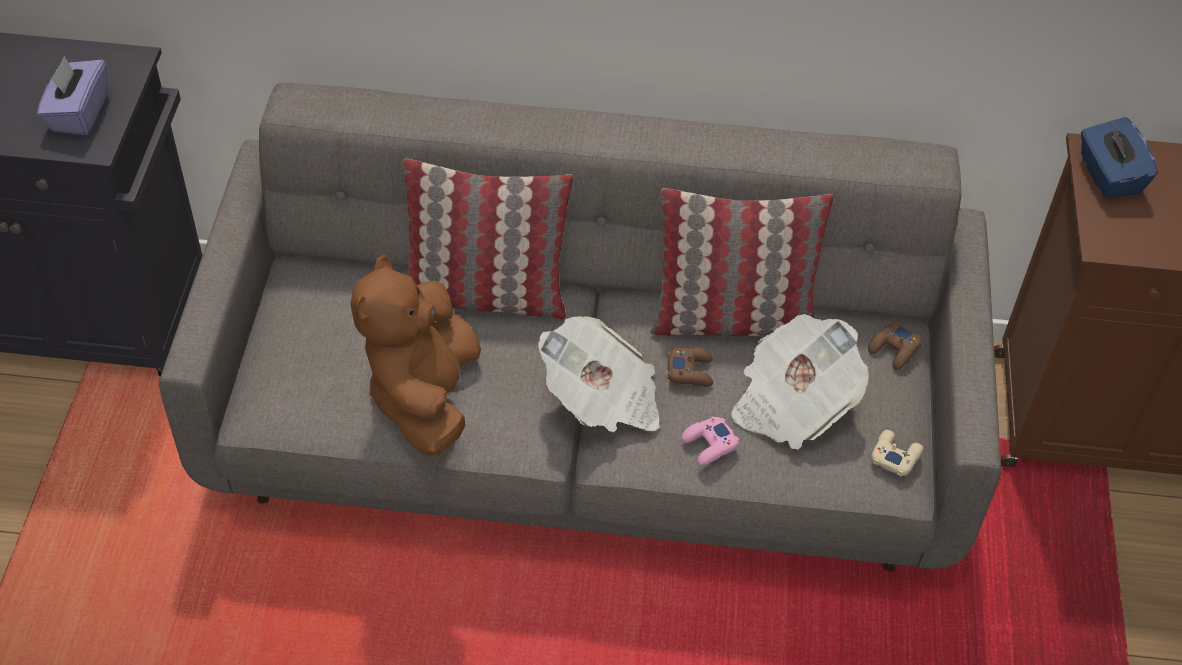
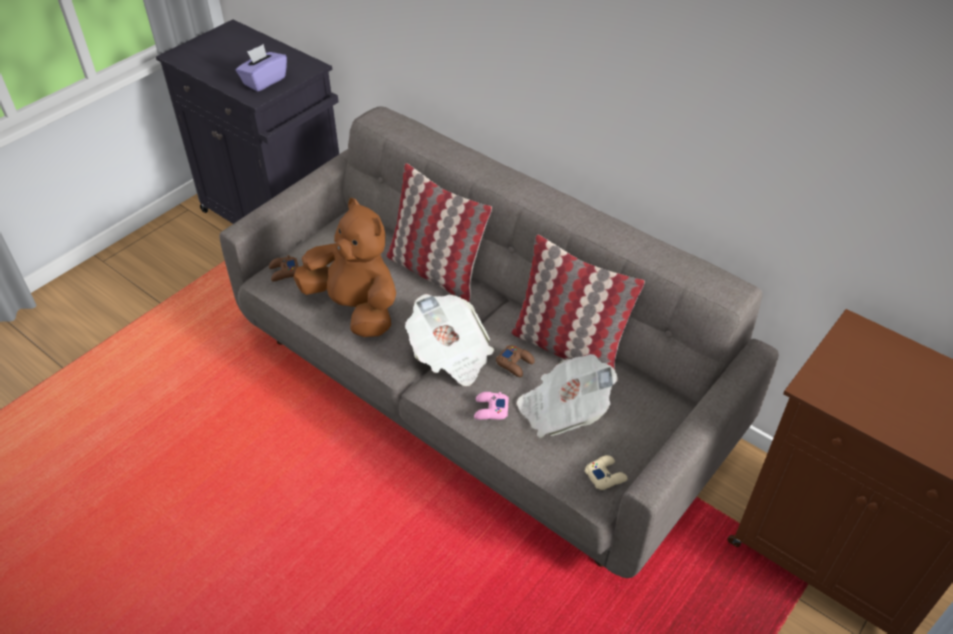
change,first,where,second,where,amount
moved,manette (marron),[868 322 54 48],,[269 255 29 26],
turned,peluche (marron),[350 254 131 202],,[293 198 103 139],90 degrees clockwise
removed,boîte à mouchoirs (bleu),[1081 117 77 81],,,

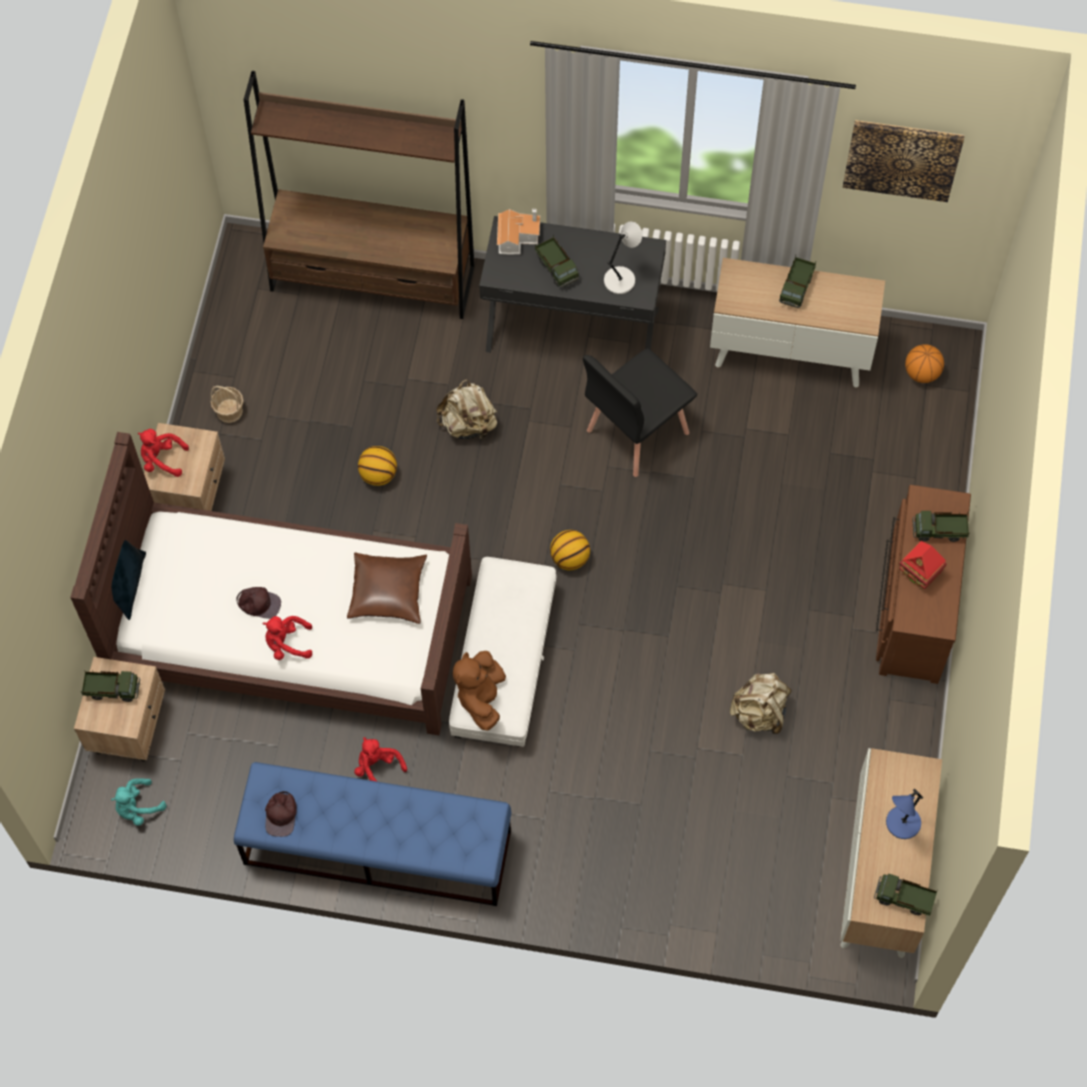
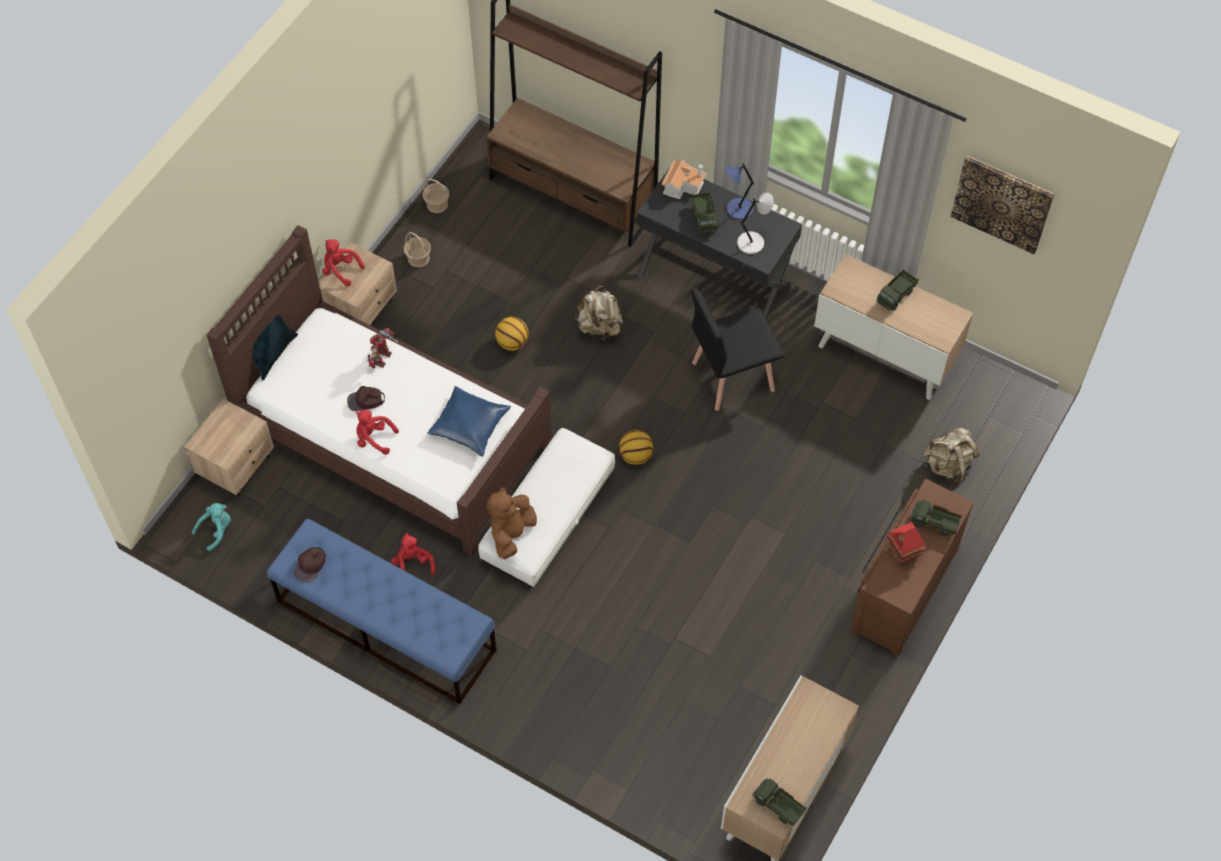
change,first,where,second,where,amount
turned,peluche (turquoise),[111 778 55 48],,[192 503 39 48],150 degrees clockwise
turned,casquette (marron),[236 587 45 32],,[347 386 38 25],135 degrees clockwise
added,,,robot jouet,[367 328 32 40],
added,,,panier,[423 178 26 35],
recoloured,coussin (marron),[347 553 80 71],coussin (bleu),[428 386 83 71],
moved,lampe de table (bleu),[886 788 38 51],,[725 163 29 57],
moved,sac à dos (beige),[730 673 62 61],,[923 428 56 56],
removed,camion jouet,[81 670 59 32],,,
removed,ballon de basket,[905 344 39 39],,,

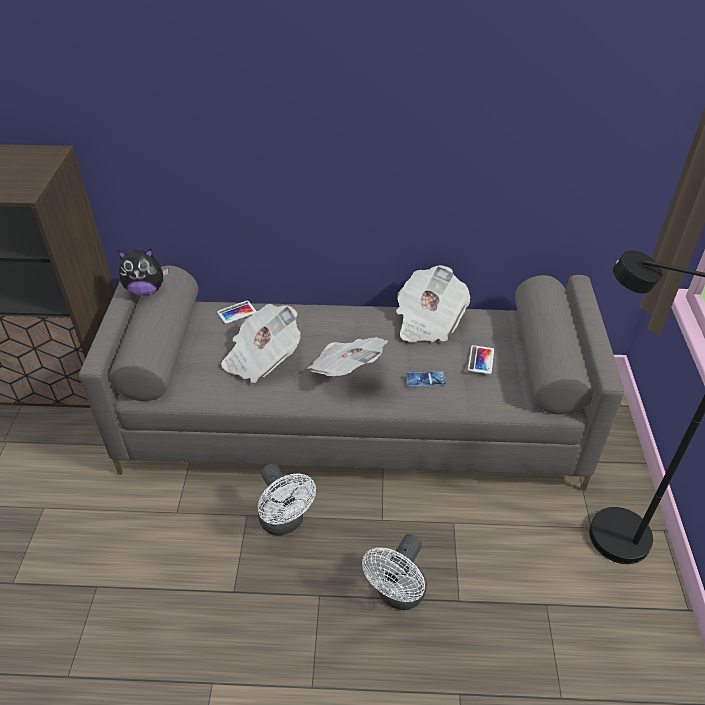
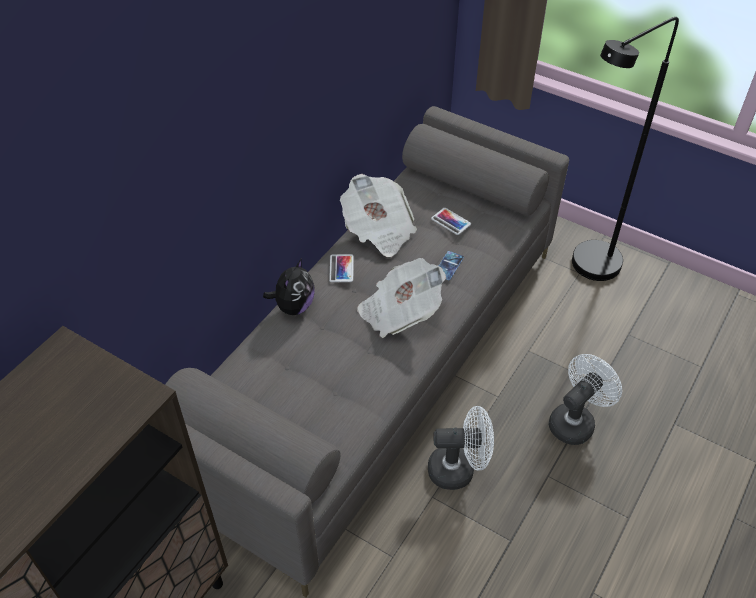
change,first,where,second,where,amount
moved,peluche,[118 249 50 47],,[263 258 52 57],
moved,téléphone,[217 301 40 23],,[329 254 25 28],
turned,ventilateur (blanc),[362 534 65 76],,[549 354 73 91],105 degrees counterclockwise
removed,journal,[221 304 80 79],,,

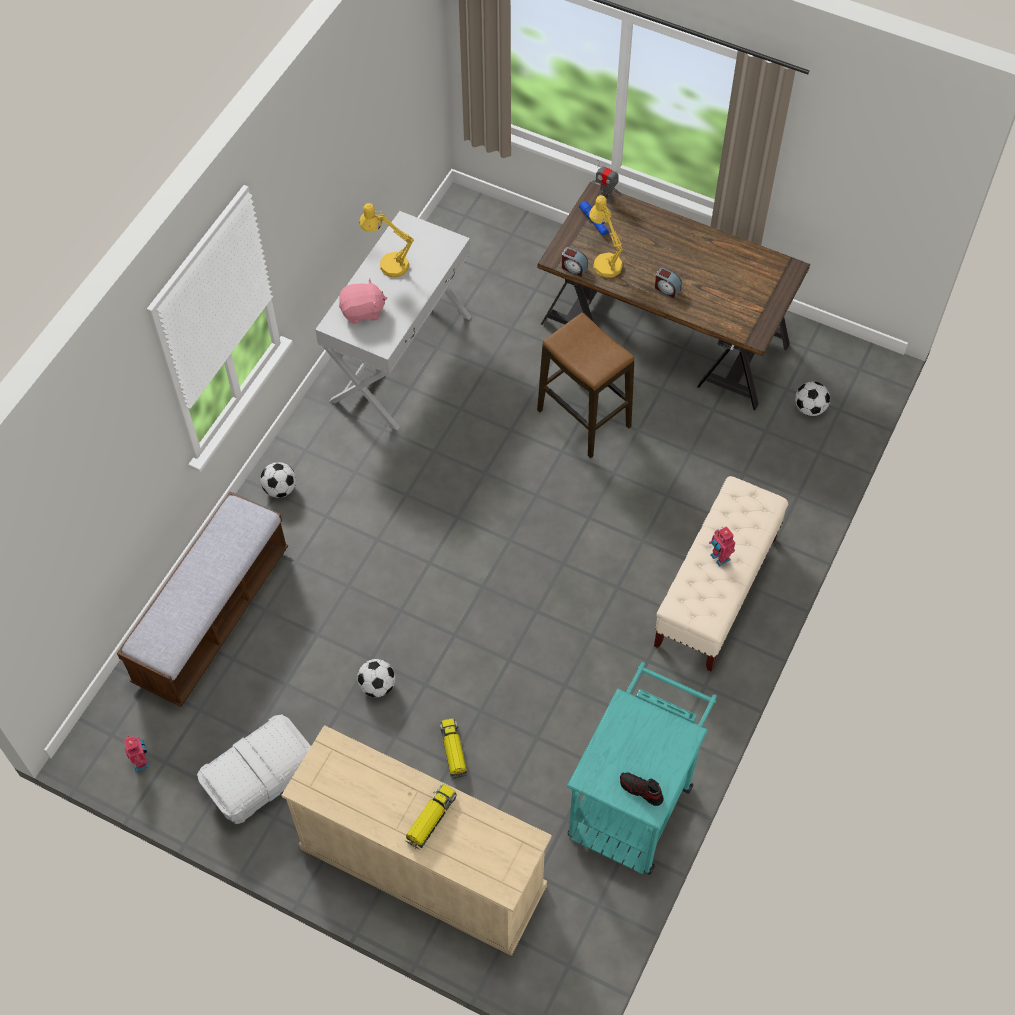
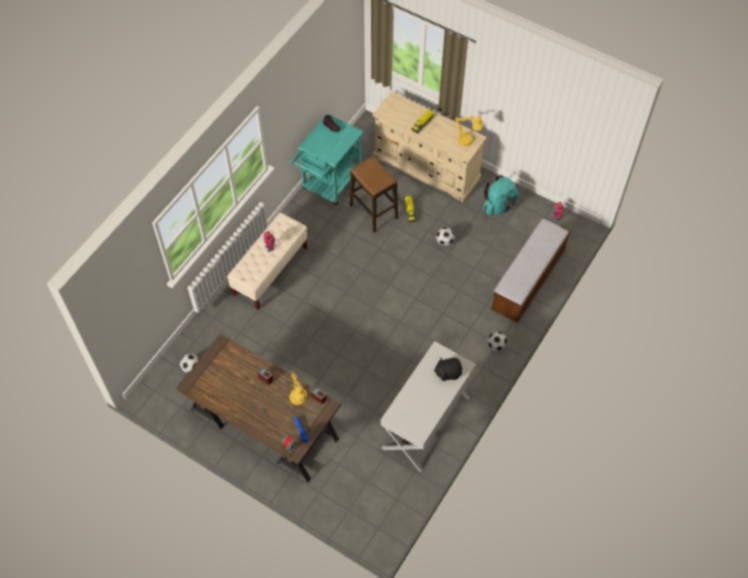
change,first,where,second,where,amount
moved,tabouret,[537 312 97 146],,[350 156 48 77],
recoloured,peluche (rose),[339 279 48 45],peluche (noir),[434 357 28 24],
moved,lampe de table (jaune),[359 203 55 74],,[455 115 29 31],
replaced,boîte de rangement (blanc),[197 714 114 110],sac à dos (turquoise),[483 175 36 40],

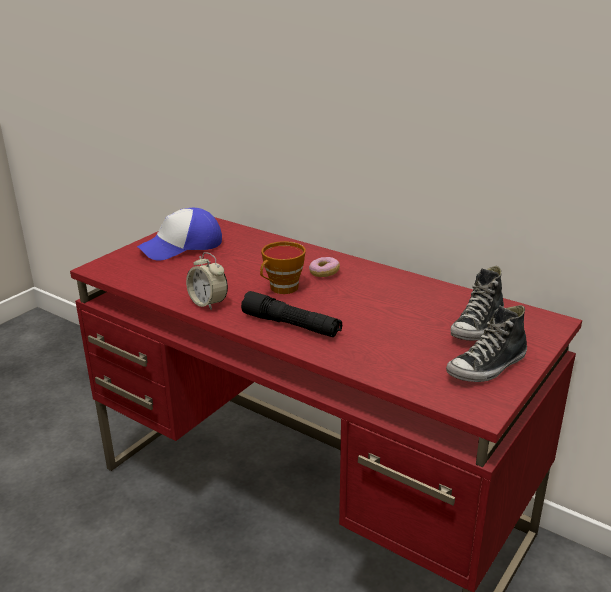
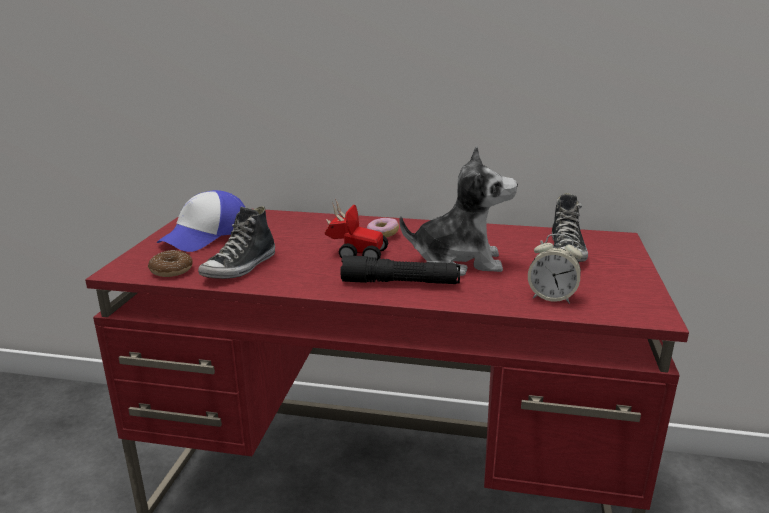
change,first,where,second,where,amount
added,,,beignet,[148 250 45 27],
moved,chaussure,[446 305 81 77],,[198 206 77 73],
replaced,tasse,[260 241 46 53],petite voiture,[325 199 63 61],
added,,,peluche,[399 146 119 130],
moved,réveil,[186 252 42 59],,[528 234 55 70],

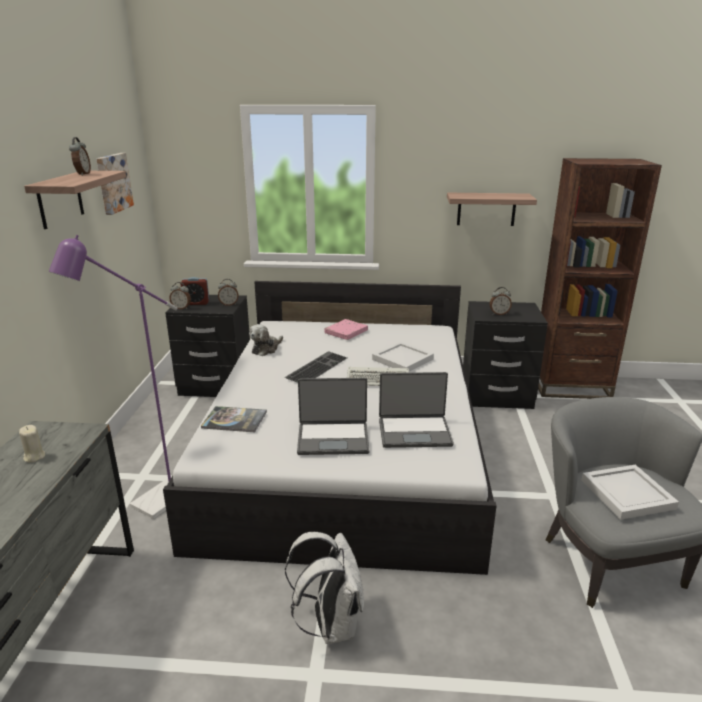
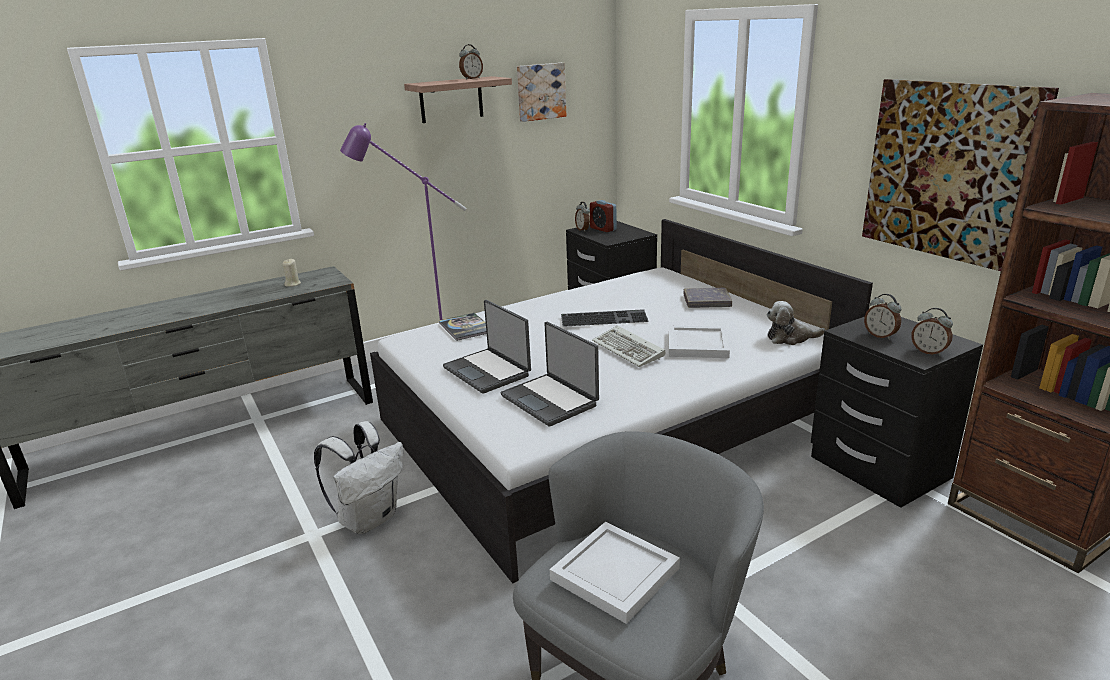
change,first,where,second,where,amount
recoloured,livre (rose),[324 319 44 21],livre (gris),[683 288 49 20],
moved,peluche,[249 324 34 32],,[767 301 58 44],
replaced,étagère,[447 193 90 33],tableau,[862 79 197 192],
moved,réveil,[218 279 20 27],,[911 308 42 48],

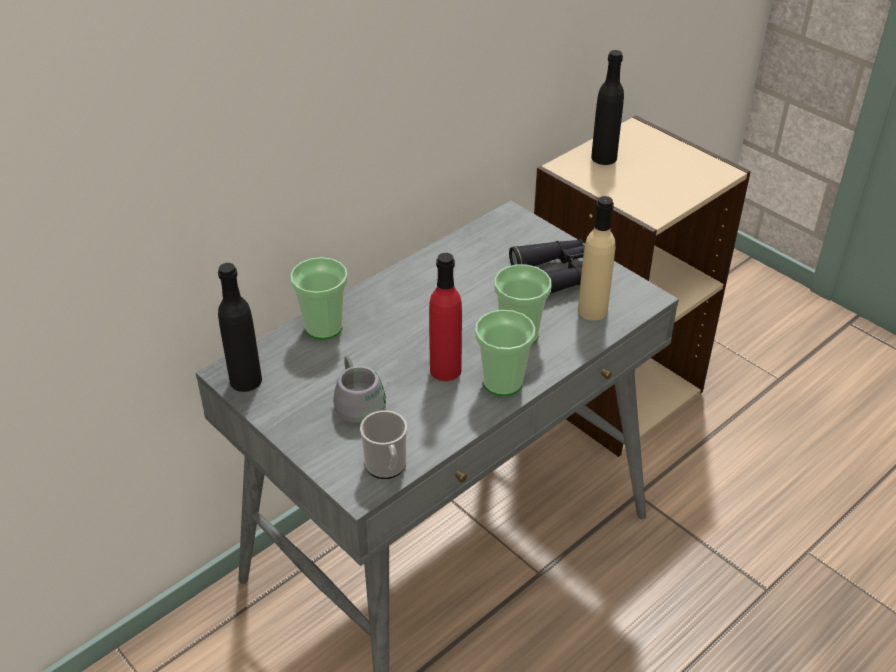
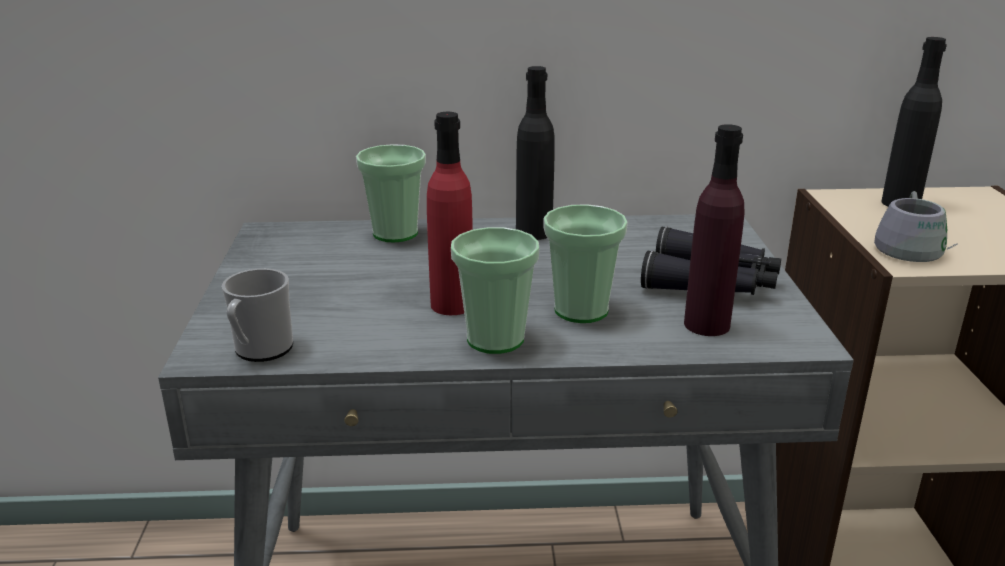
change,first,where,second,where,amount
moved,bouteille (noir),[218 263 44 129],,[516 66 39 174],
recoloured,bouteille (beige),[578 196 37 125],bouteille (violet),[684 124 61 212],
moved,mug (gris),[333 356 56 67],,[874 191 84 71],

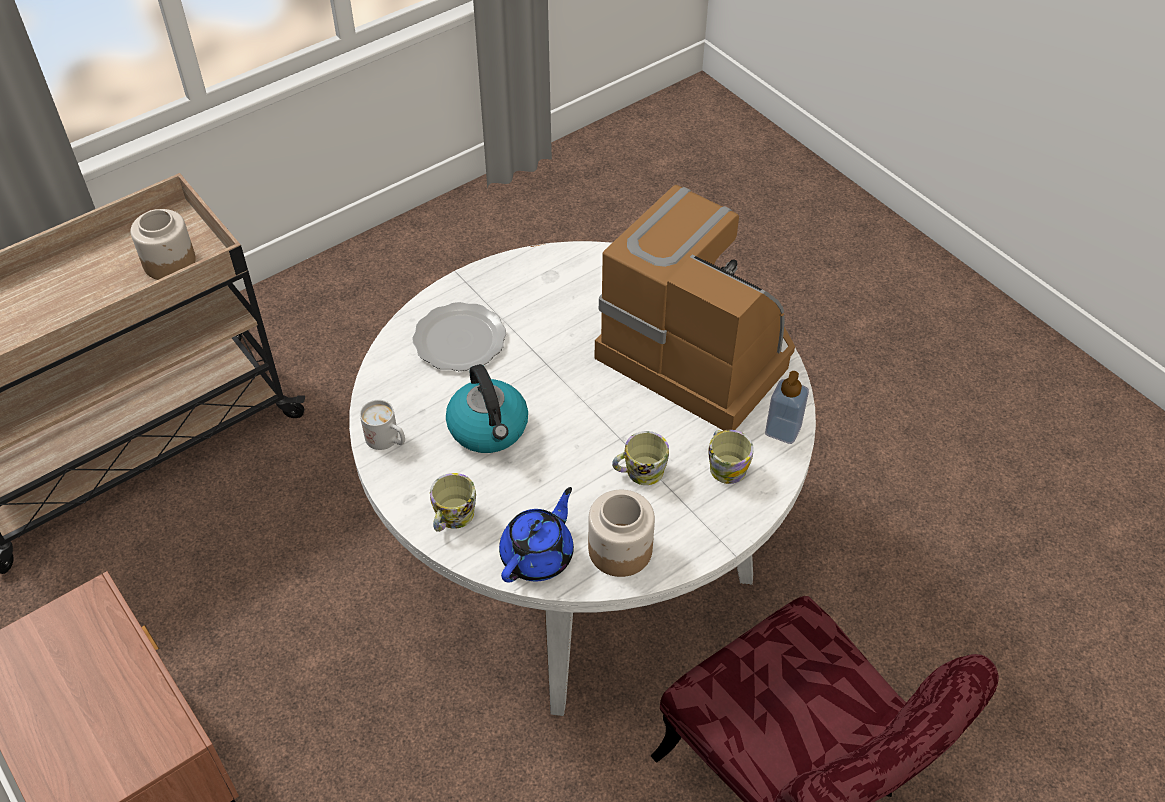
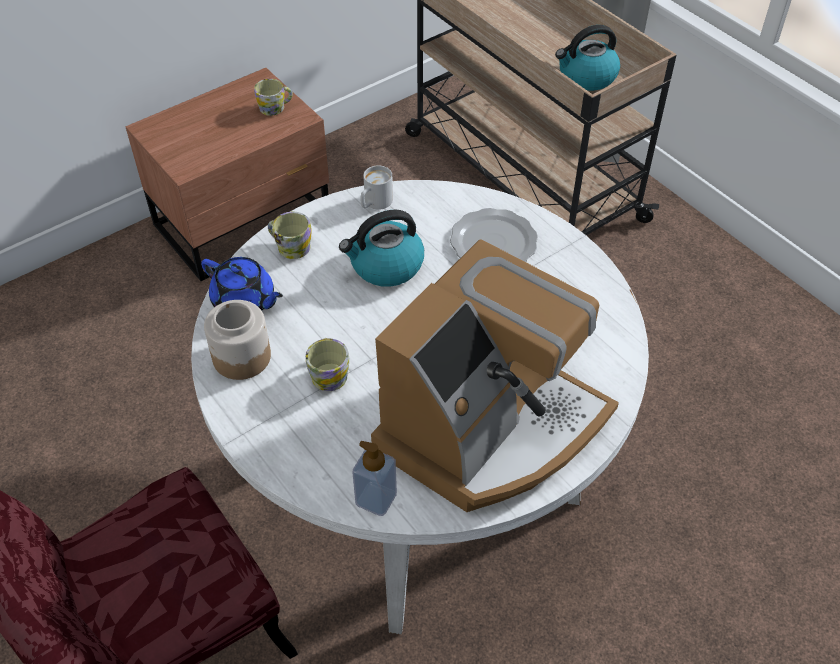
change,first,where,second,where,amount
moved,mug,[708 430 46 54],,[254 79 39 37],
replaced,bocal,[131 209 65 71],bouilloire,[555 25 65 66],

